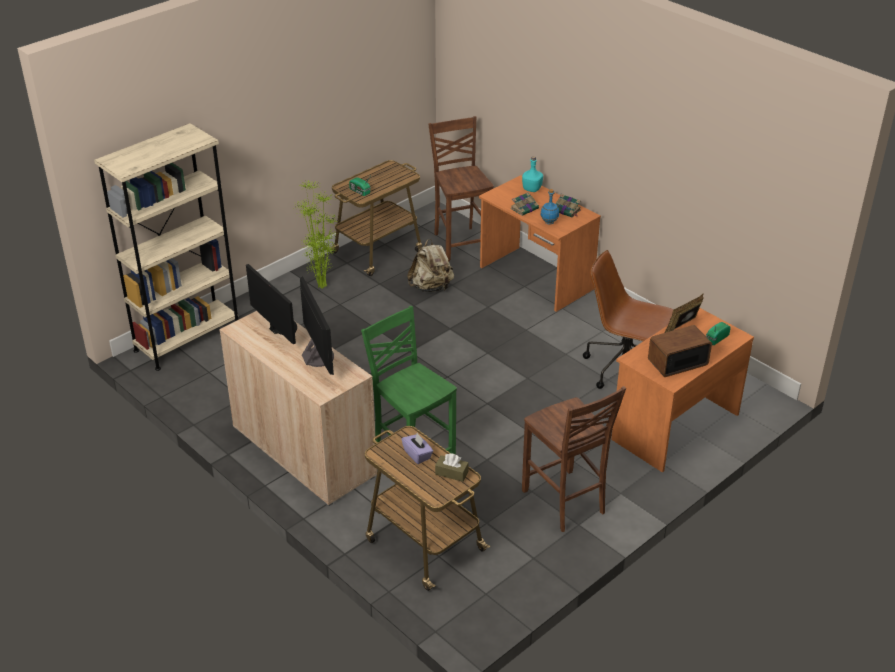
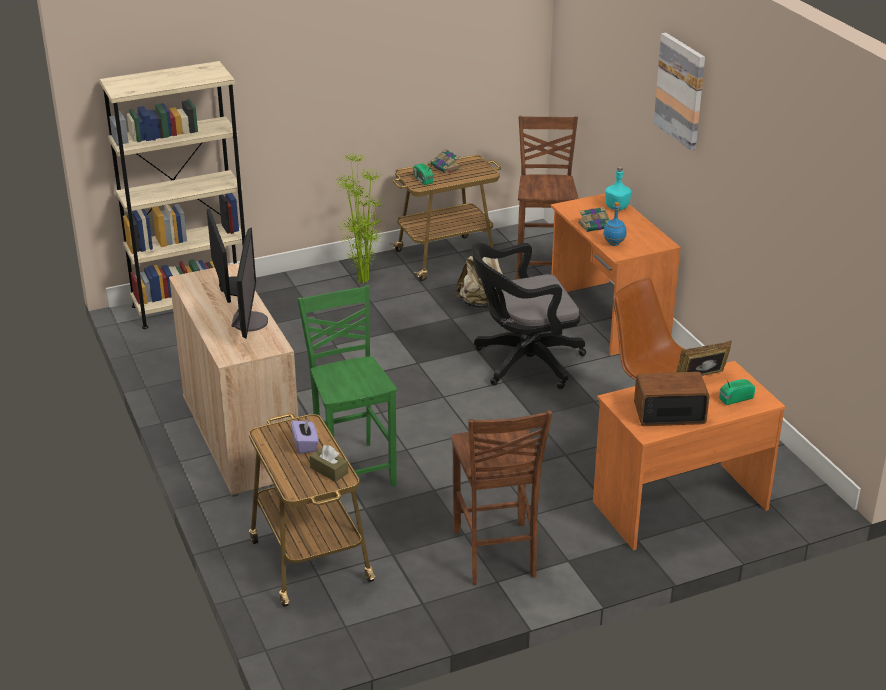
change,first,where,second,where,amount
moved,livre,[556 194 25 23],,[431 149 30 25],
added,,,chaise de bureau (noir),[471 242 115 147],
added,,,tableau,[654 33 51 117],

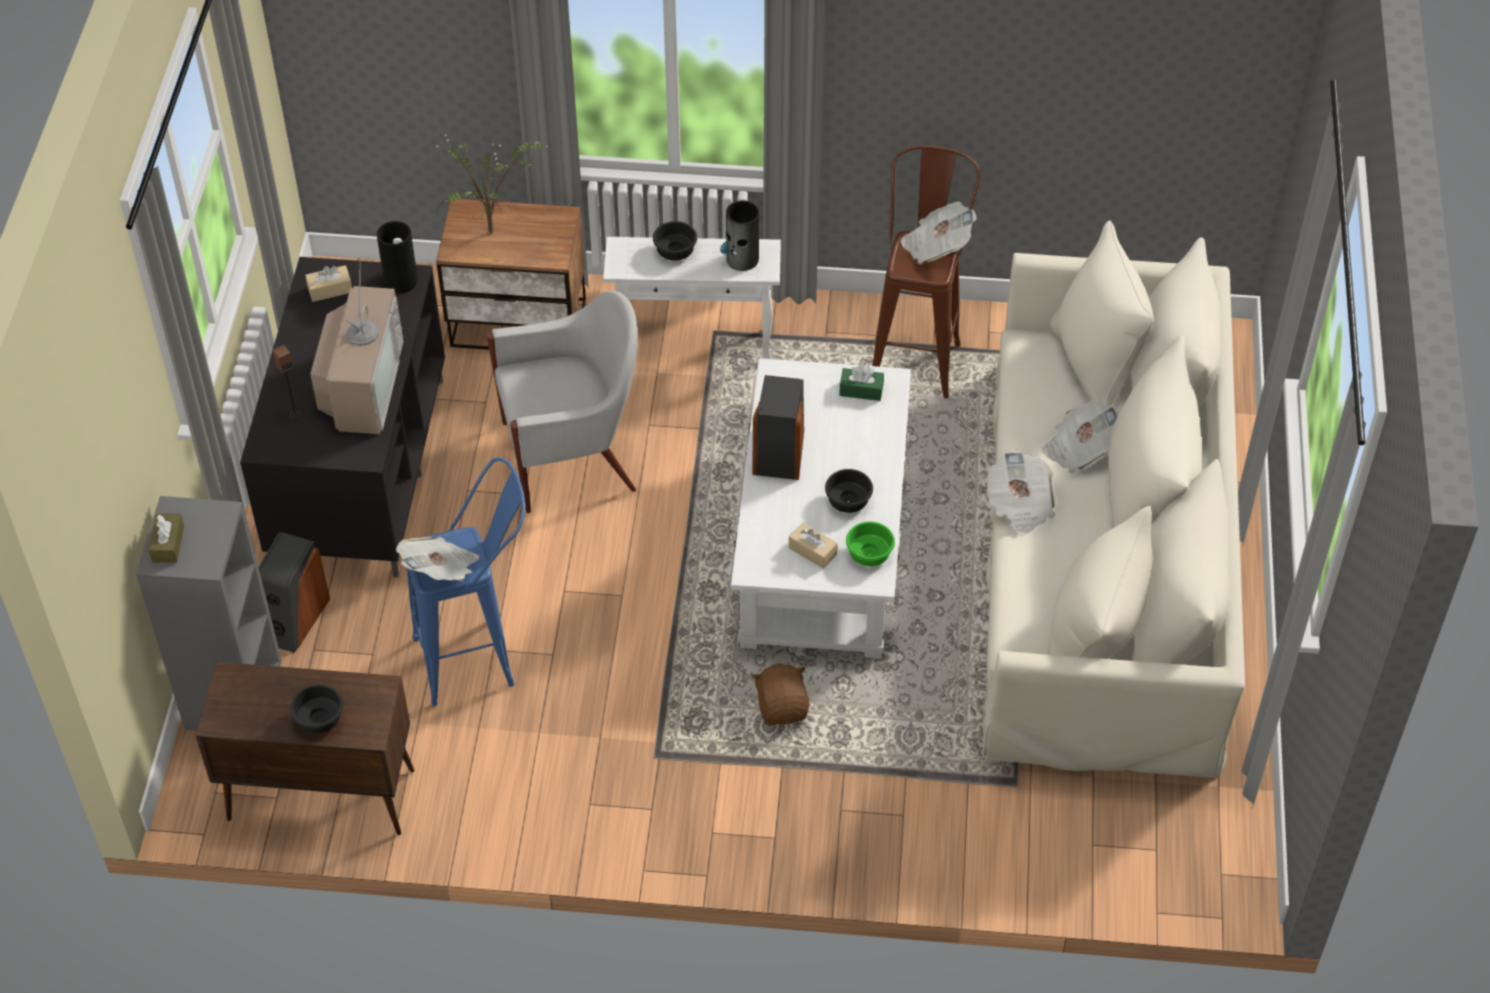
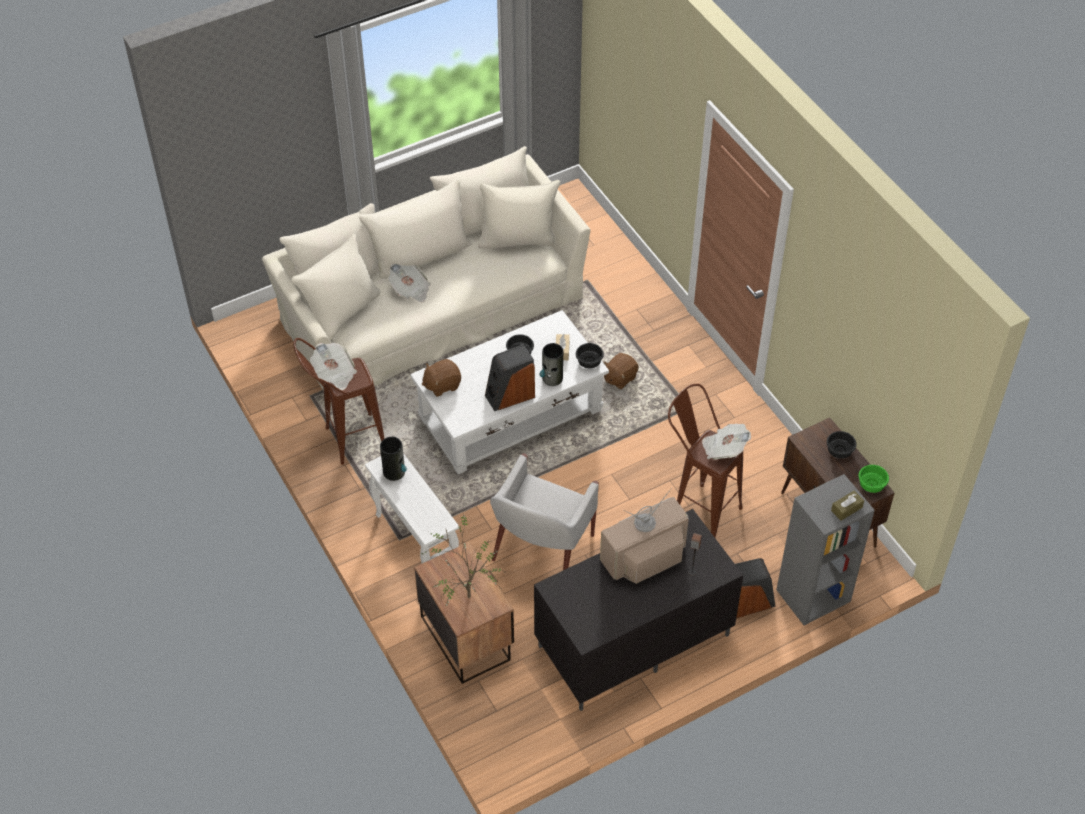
change,first,where,second,where,amount
replaced,boîte à mouchoirs (vert),[839 365 45 36],peluche (marron),[422 359 39 38],
turned,fauteuil (blanc),[487 291 151 222],,[490 453 109 117],105 degrees counterclockwise
moved,vase,[377 221 41 72],,[540 343 23 43],
moved,bol (noir),[653 221 44 40],,[576 343 28 25],
recoloured,tabouret (bleu),[407 457 118 249],tabouret (marron),[668 384 75 153],
moved,bol (vert),[846 521 49 45],,[859 465 30 28],
removed,boîte à mouchoirs (beige),[305 265 47 37],,,
removed,journal,[986 449 70 87],,,

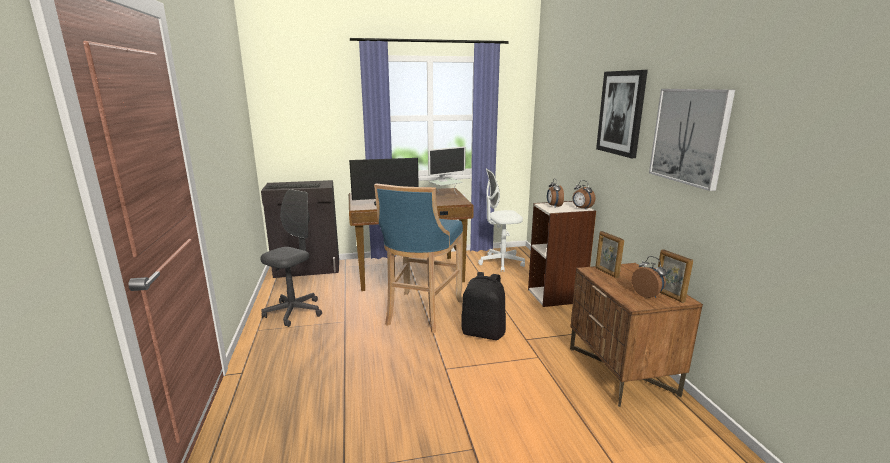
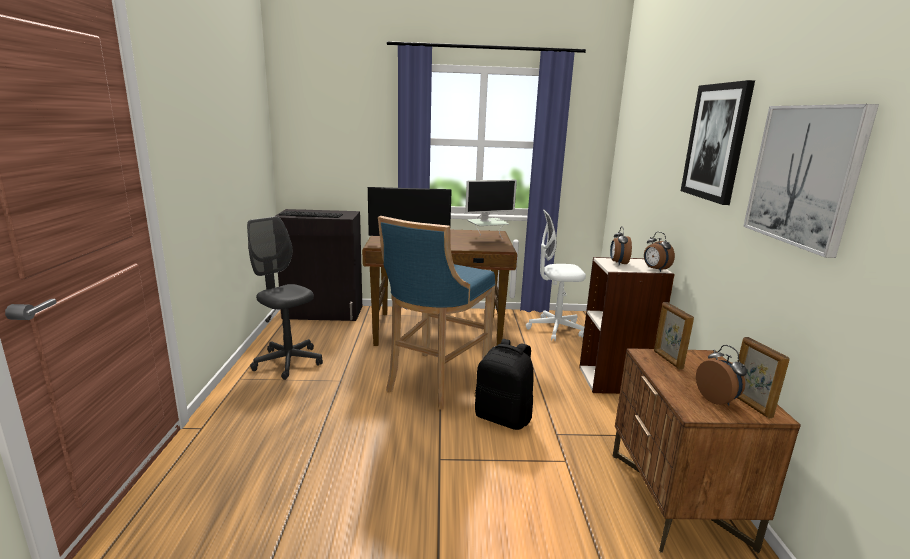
change,first,where,second,where,amount
turned,chaise de bureau (gris),[260 189 62 138],,[247 216 76 164],90 degrees counterclockwise

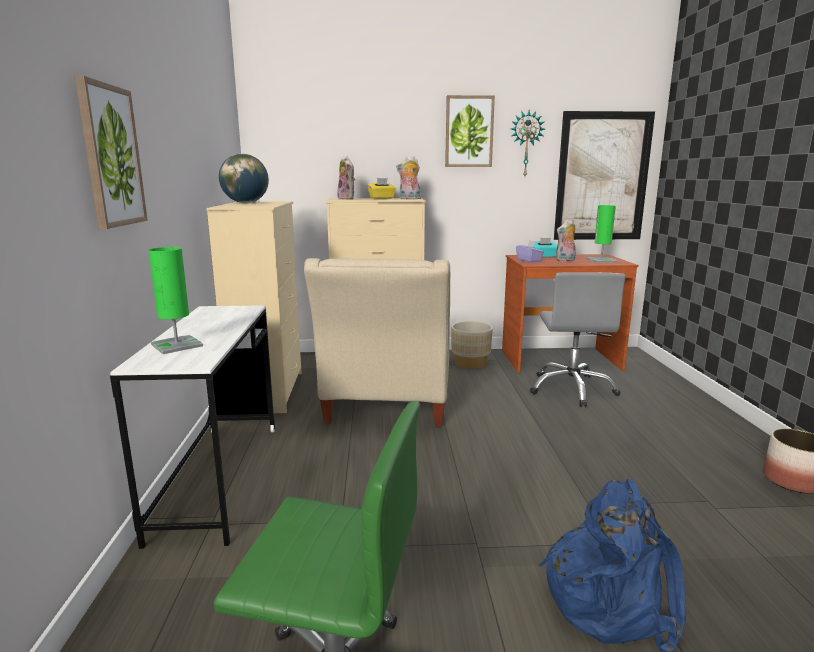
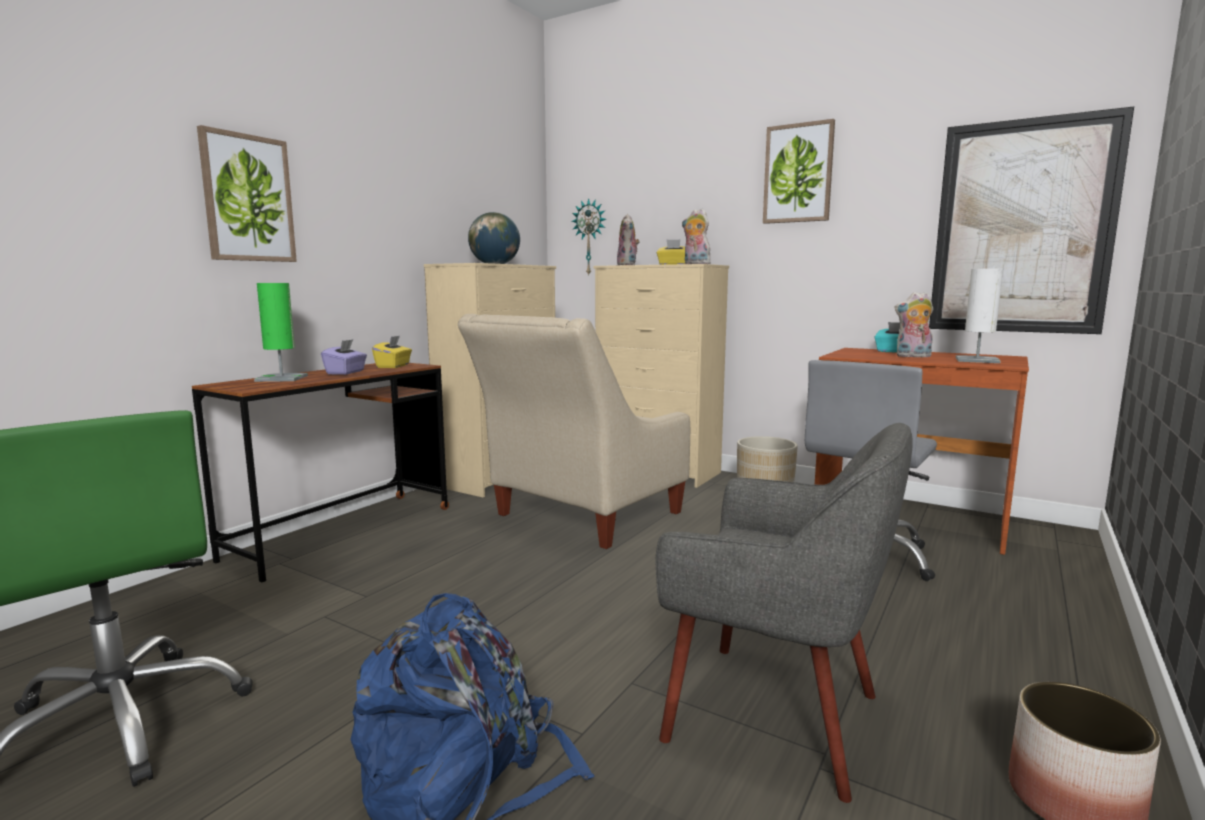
change,first,where,second,where,amount
recoloured,bureau (blanc),[110 305 165 244],bureau (marron),[192 363 257 220],
moved,boîte à mouchoirs (violet),[516 240 28 22],,[321 339 46 36],
added,,,boîte à mouchoirs (jaune),[372 336 40 32],
moved,horloge murale,[511 110 34 66],,[572 198 34 78],
added,,,fauteuil (gris),[655 423 258 380],
recoloured,lampe de table (vert),[586 205 31 58],lampe de table (blanc),[956 269 47 94],

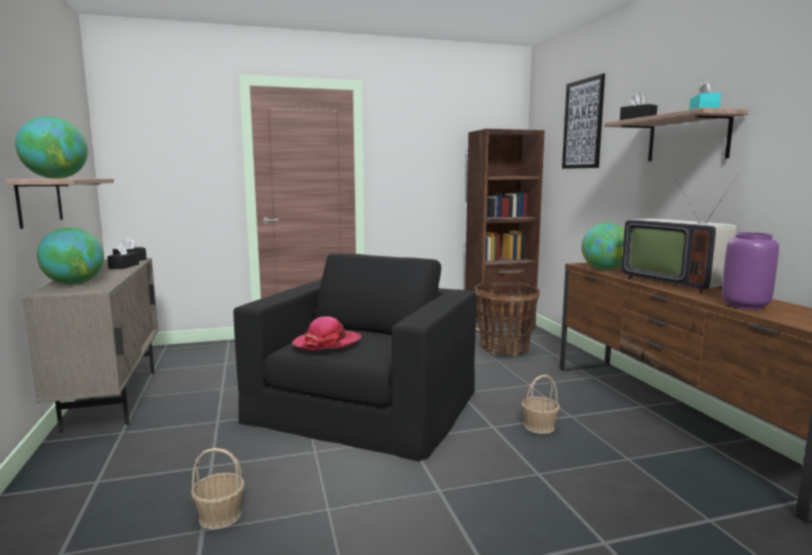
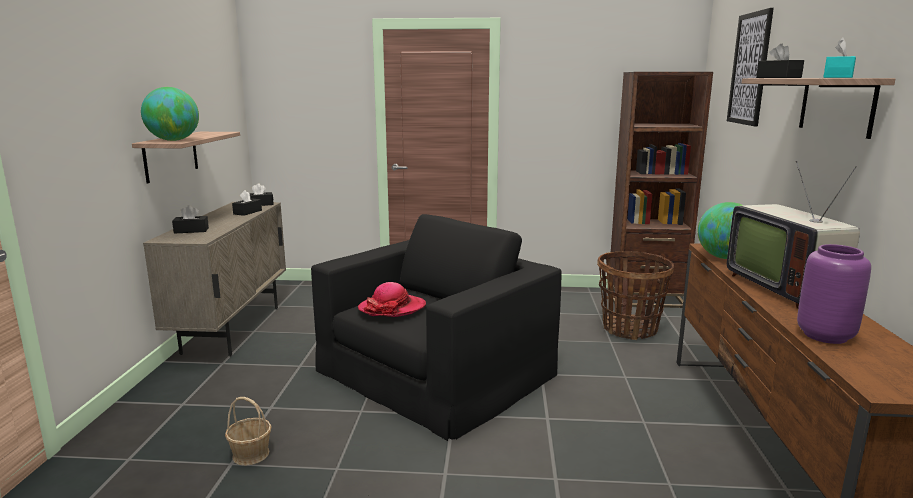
change,first,where,second,where,amount
replaced,globe,[37 228 67 57],boîte à mouchoirs (noir),[172 205 37 29],
removed,panier,[521 375 39 59],,,

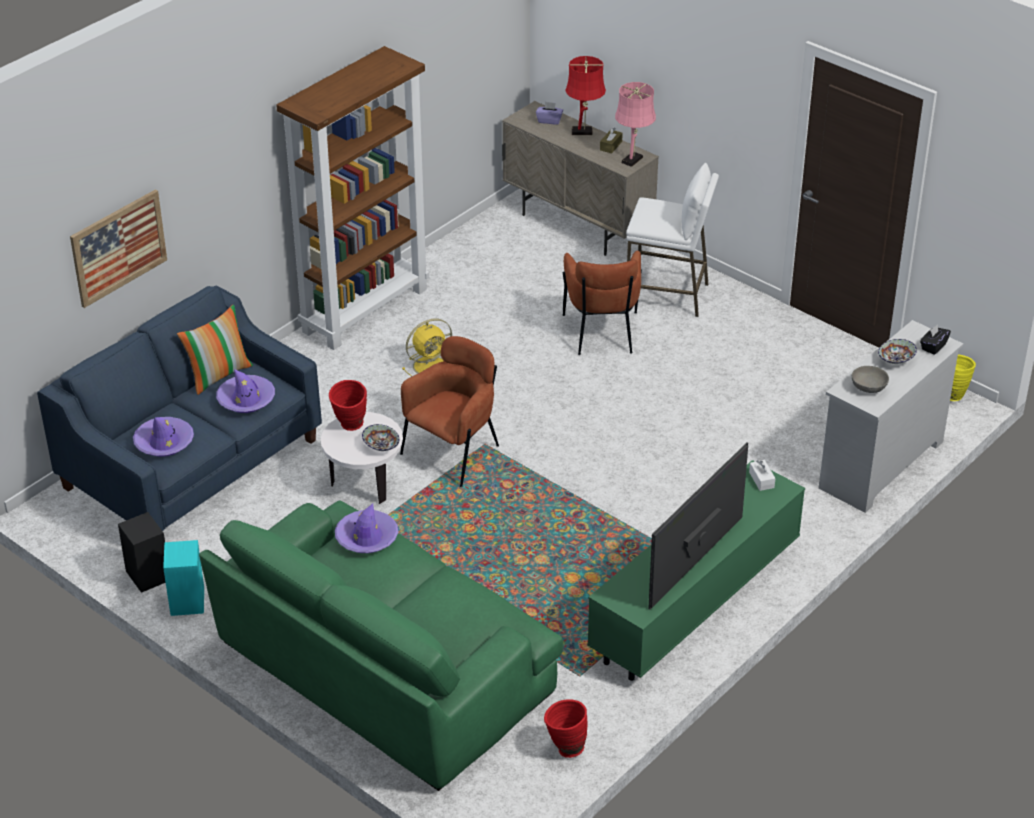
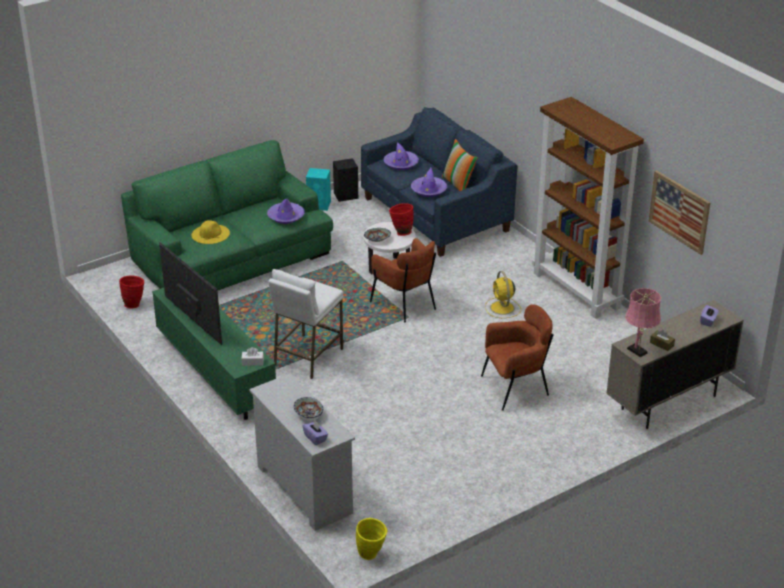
change,first,where,second,where,amount
added,,,chapeau (jaune),[191 220 39 24],
moved,tabouret (blanc),[626 163 93 154],,[268 269 75 110],
recoloured,boîte à mouchoirs (noir),[920 324 31 31],boîte à mouchoirs (violet),[302 421 26 24],
turned,fauteuil (marron),[563 251 79 104],,[481 304 73 107],150 degrees clockwise
moved,tableau,[70 189 97 119],,[649 170 61 85],
removed,lampe de table (rouge),[565 56 41 79],,,
removed,bol (gris),[852 366 37 27],,,

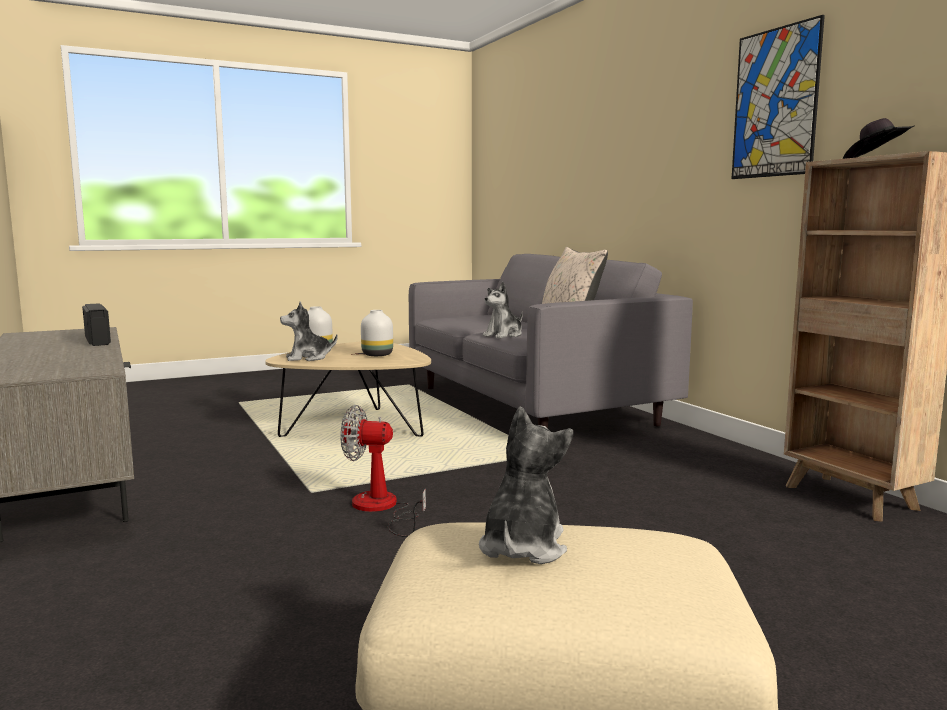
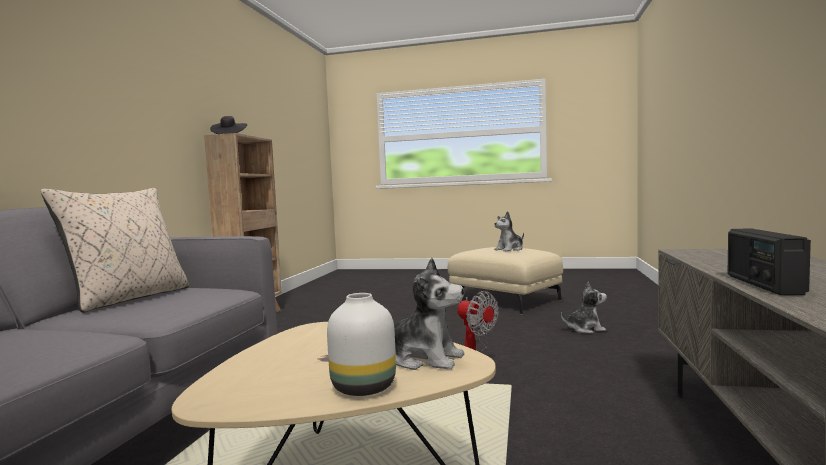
change,first,where,second,where,amount
moved,peluche,[483 282 40 56],,[561 282 46 52],
removed,vase (blanc),[361 310 32 46],,,
removed,tableau,[732 15 93 164],,,

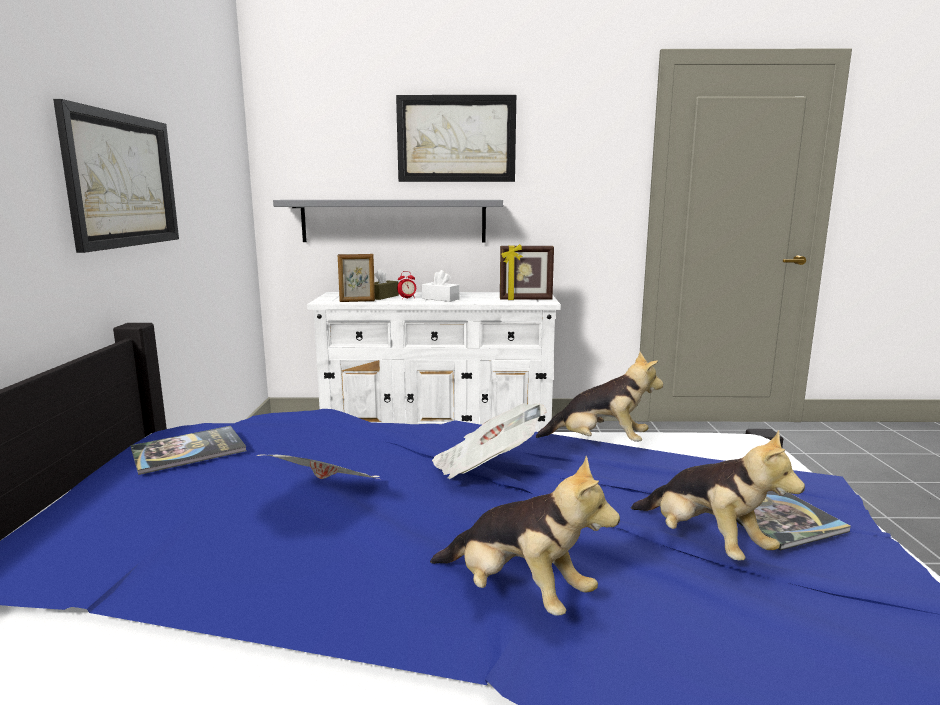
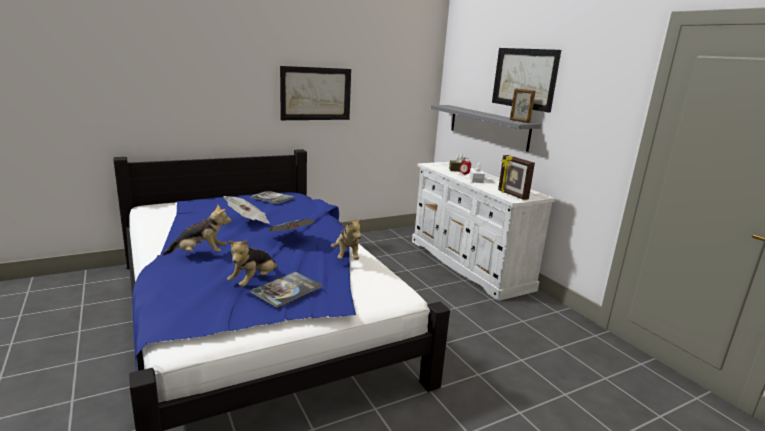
change,first,where,second,where,amount
turned,peluche,[430 456 190 160],,[163 204 69 51],105 degrees counterclockwise
moved,cadre photo,[338 254 37 48],,[510 88 25 35],

